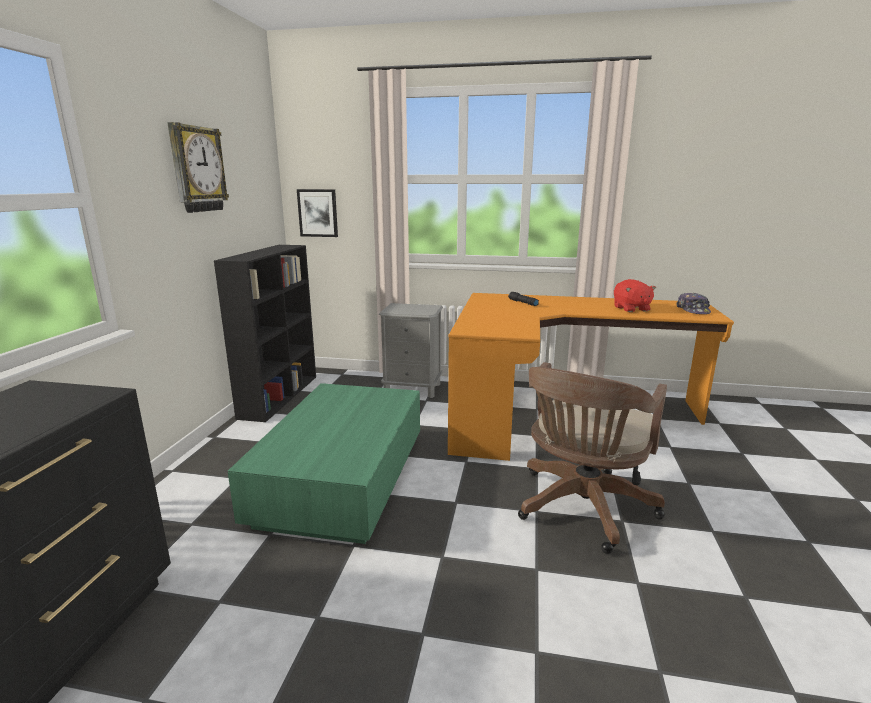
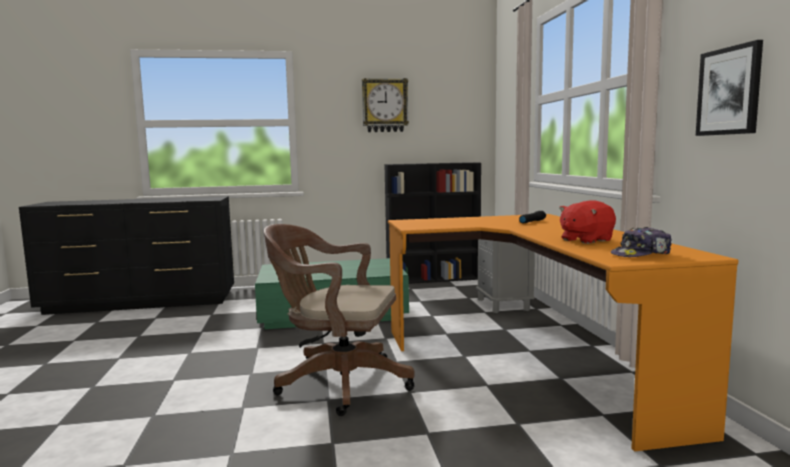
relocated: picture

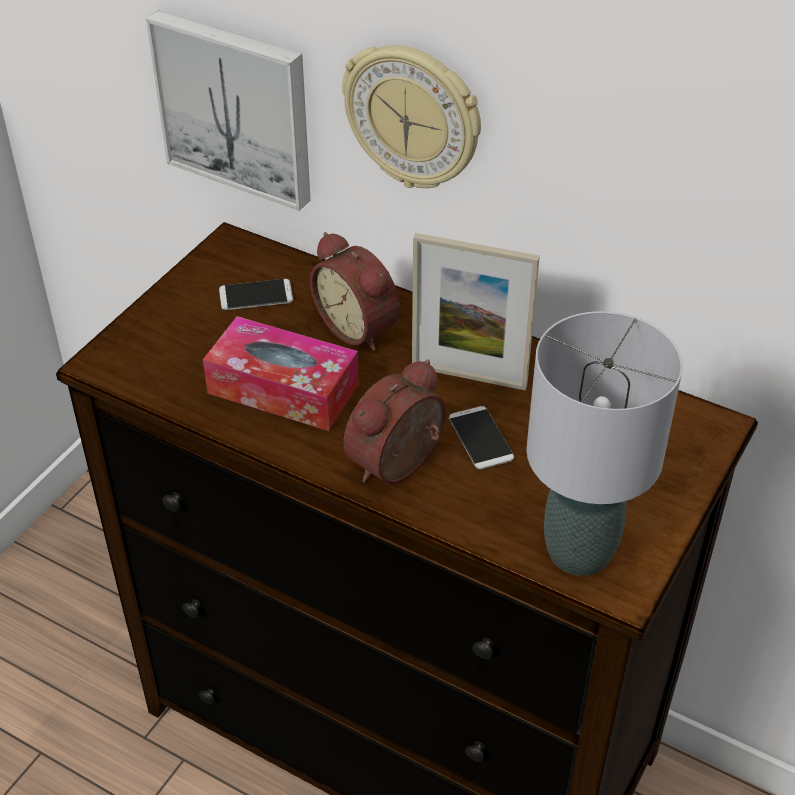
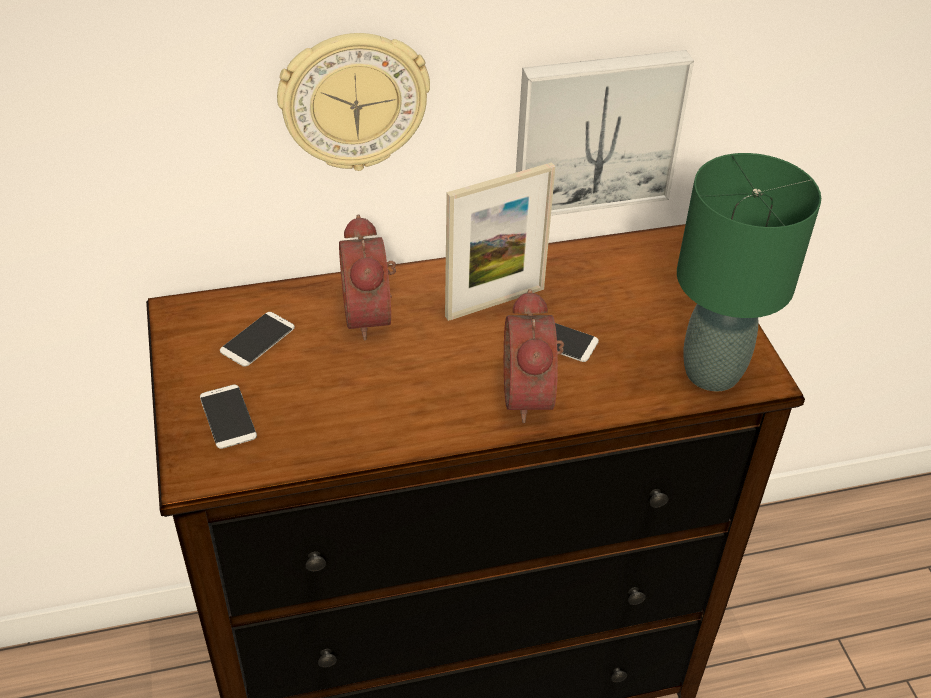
missing: box of tissues
appeared: handset (no. 1 from left)
relocated: picture
colour: table lamp (grey) to table lamp (green)
spun: table clock (no. 1 from left) 75 degrees clockwise

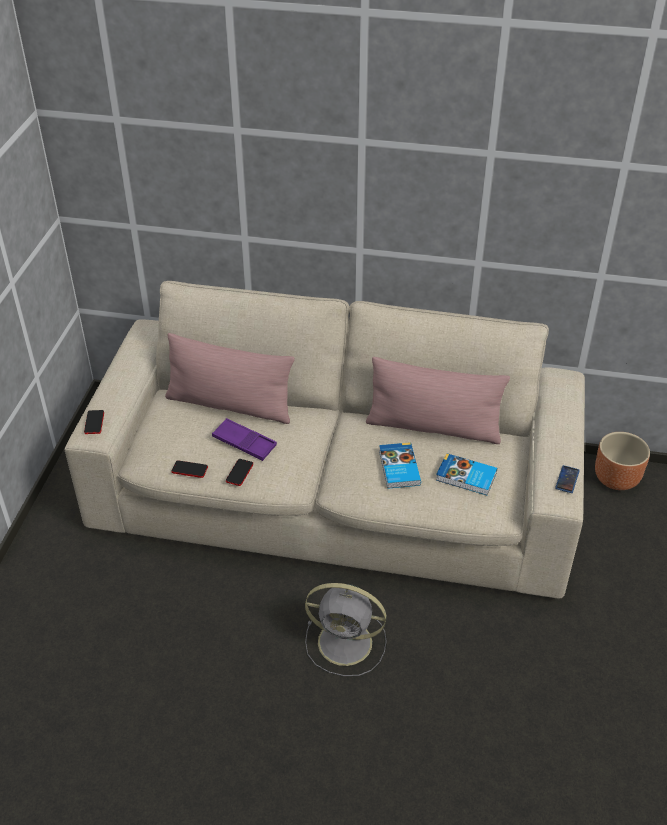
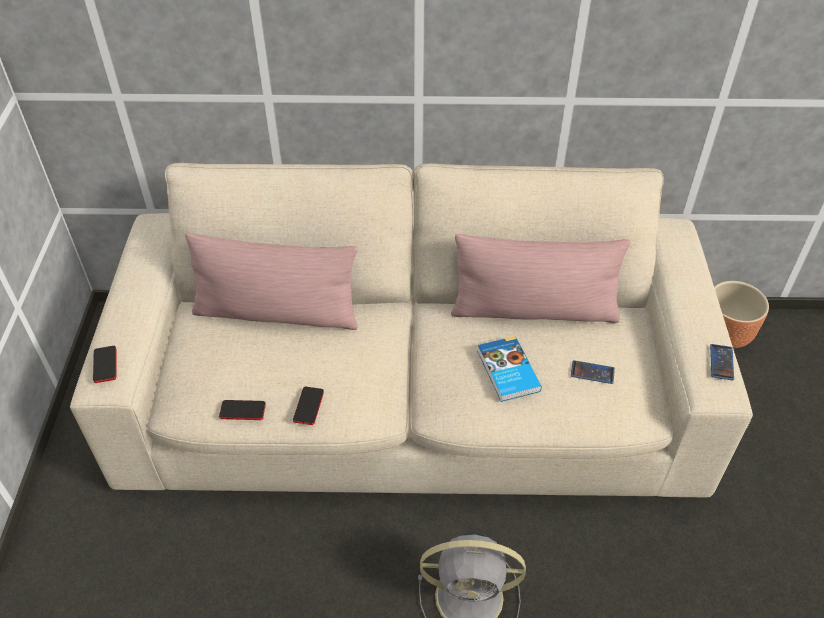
missing: serving tray (purple-coloured)
exchanged: volume (no. 2 from left) to handset (no. 4 from left)

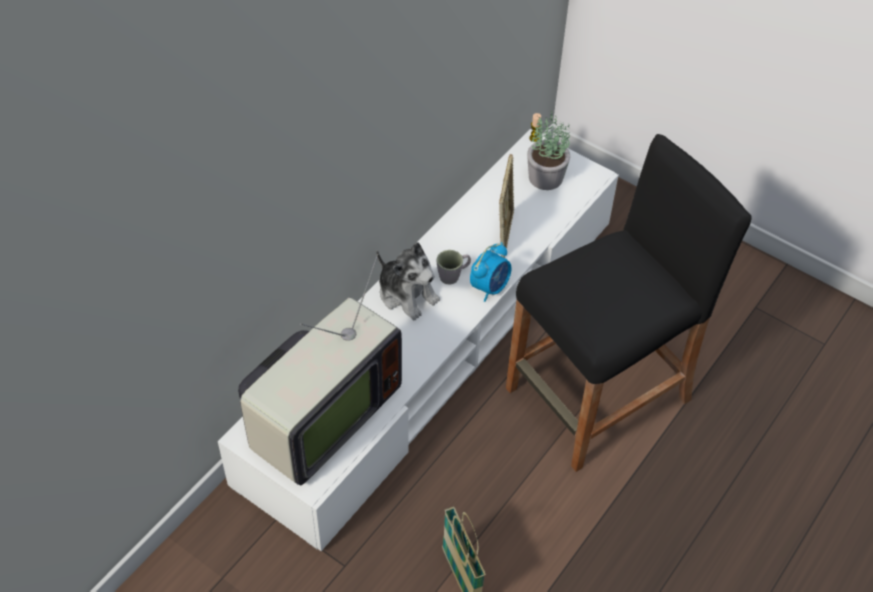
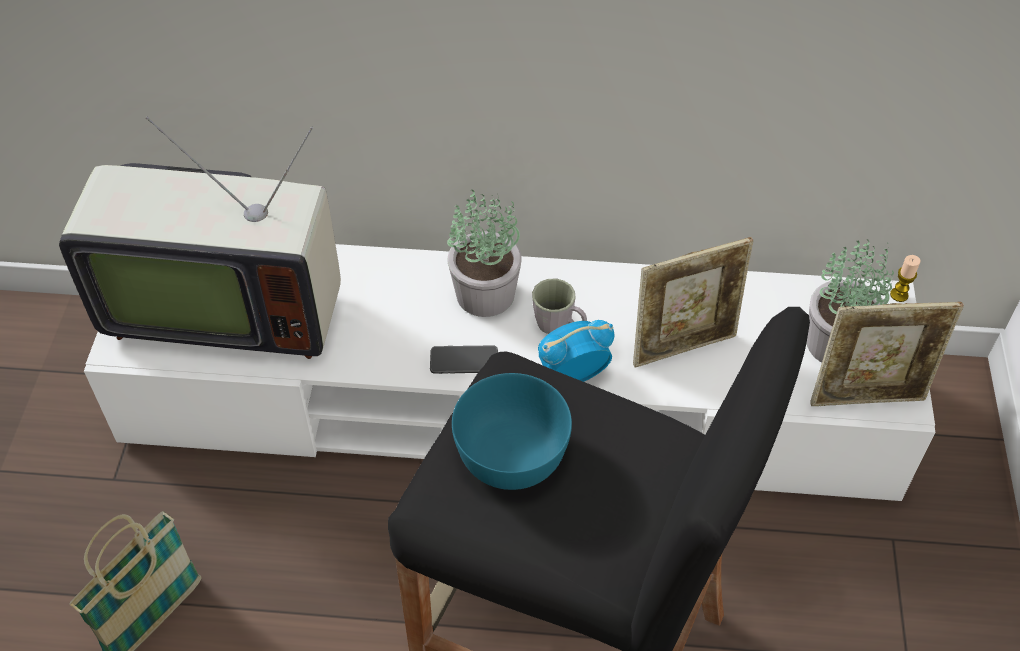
appeared: standing frame (no. 2 from left); handset; deep dish (turquoise-coloured)
exchanged: cuddly toy to potted plant (no. 1 from left)
spun: table clock 150 degrees clockwise

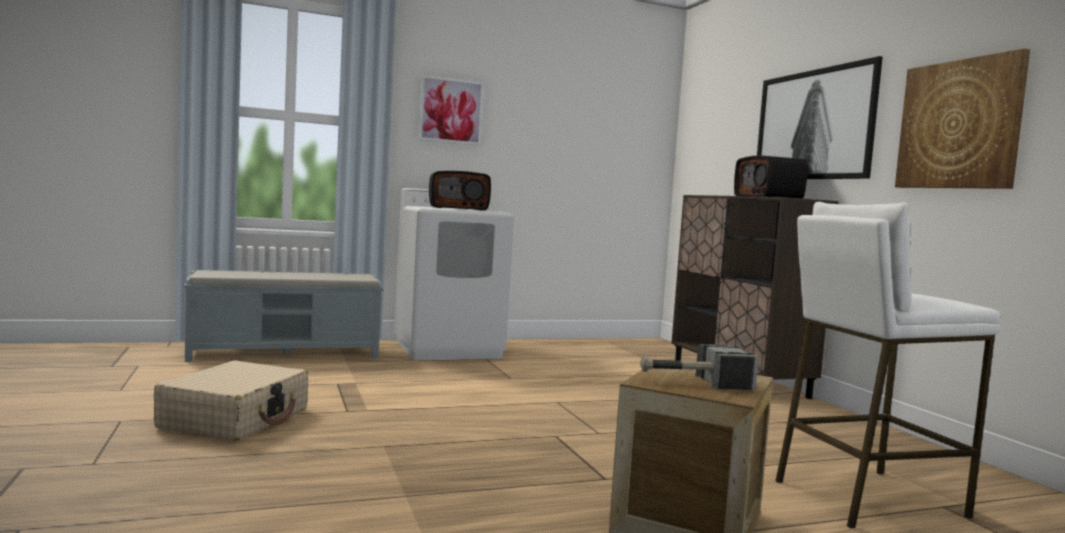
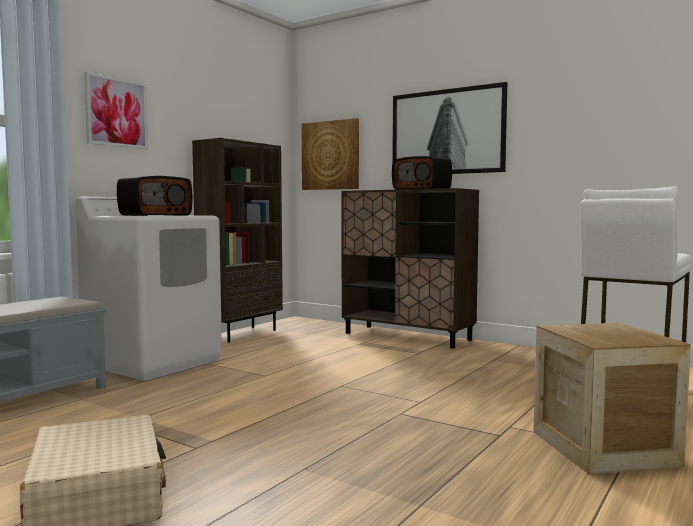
missing: hand hammer
appeared: bookcase (brown-coloured)
relocated: picture (no. 3 from left in the first image) to picture (no. 2 from left)

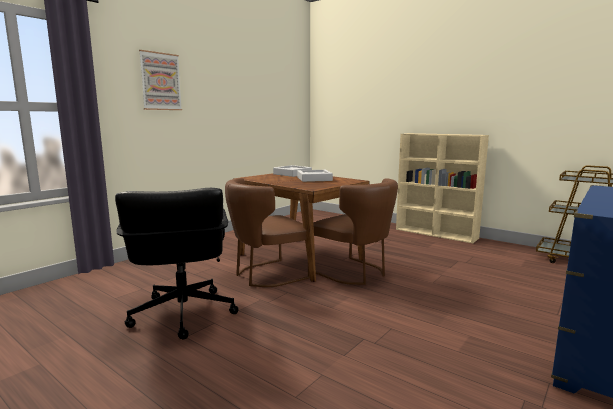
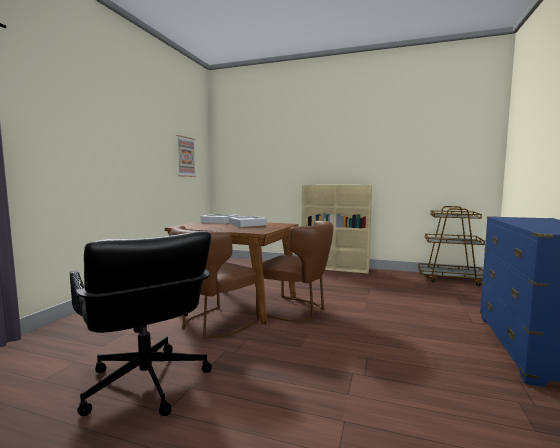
relocated: picture

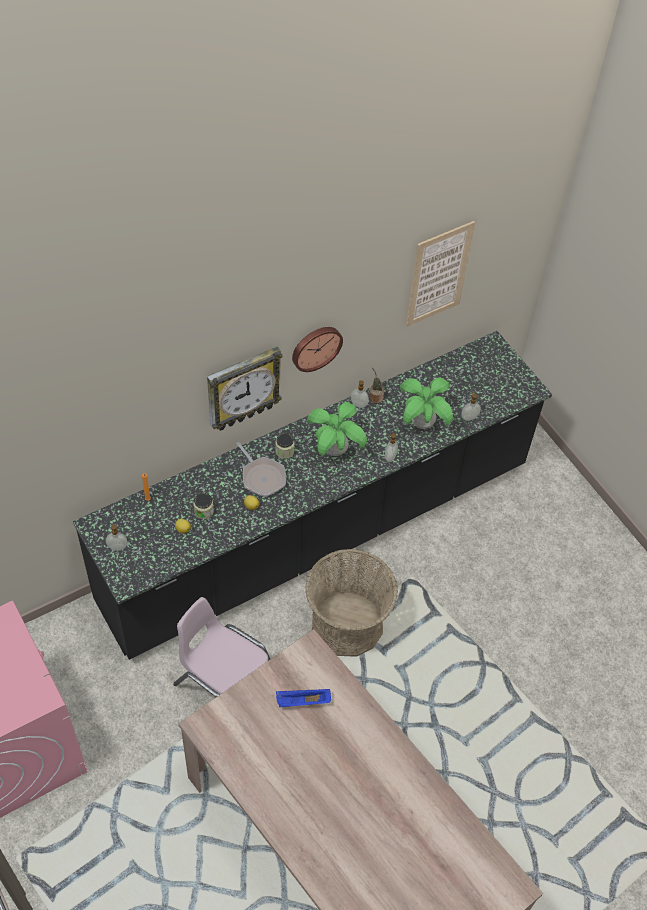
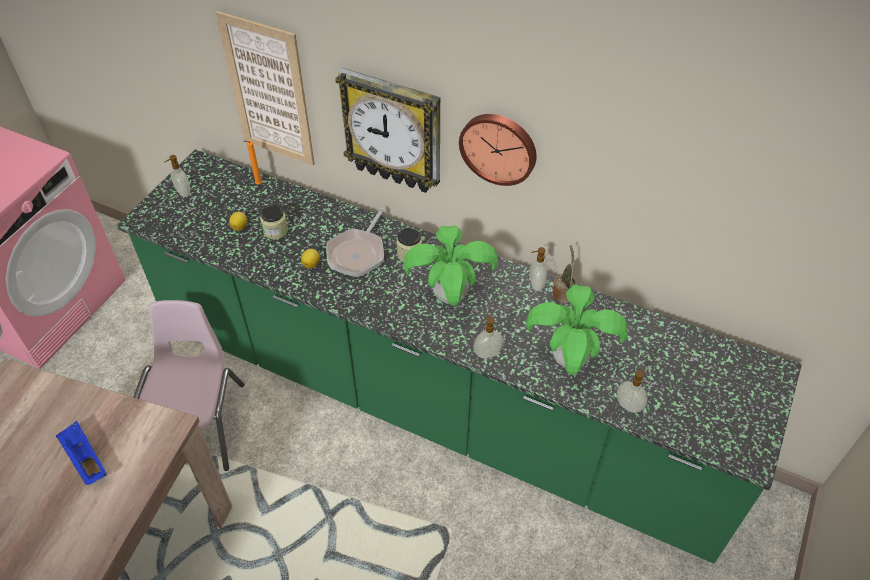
missing: storage basket
relocated: picture
colour: kitchen base unit (black-coloured) to kitchen base unit (green)

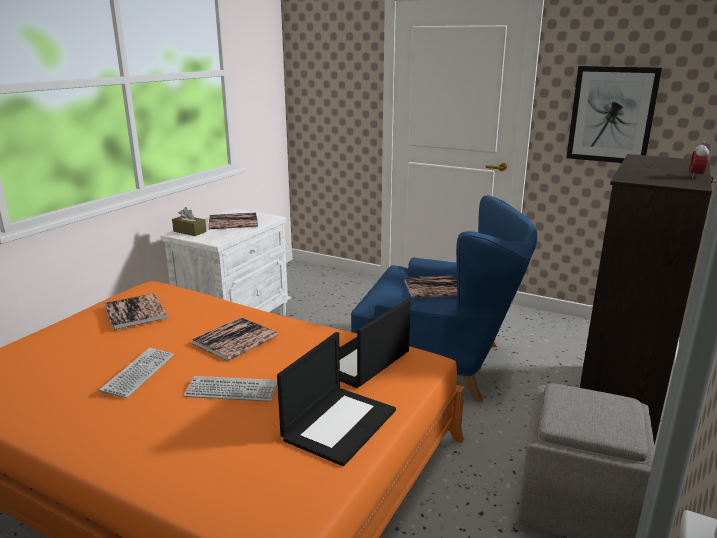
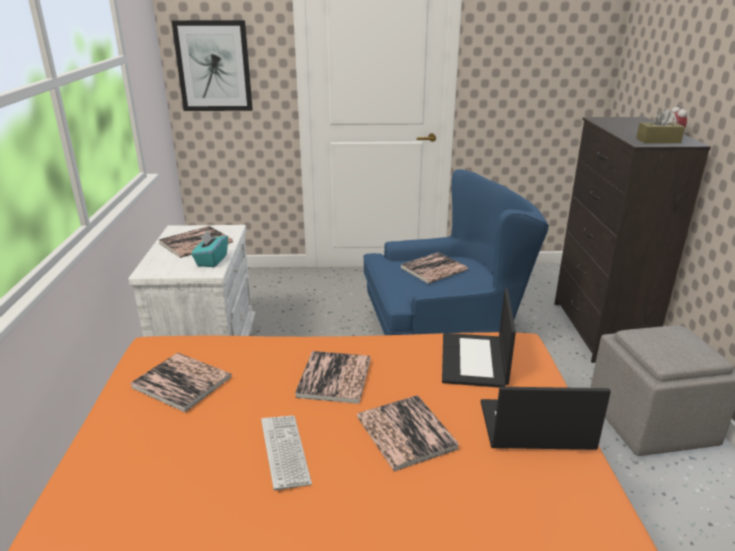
appeared: box of tissues (turquoise-coloured)
relocated: picture; box of tissues (brown-coloured)
exchanged: keyboard (no. 2 from left) to volume (no. 4 from left)
spun: notebook computer (no. 1 from left in the first image) 90 degrees counterclockwise

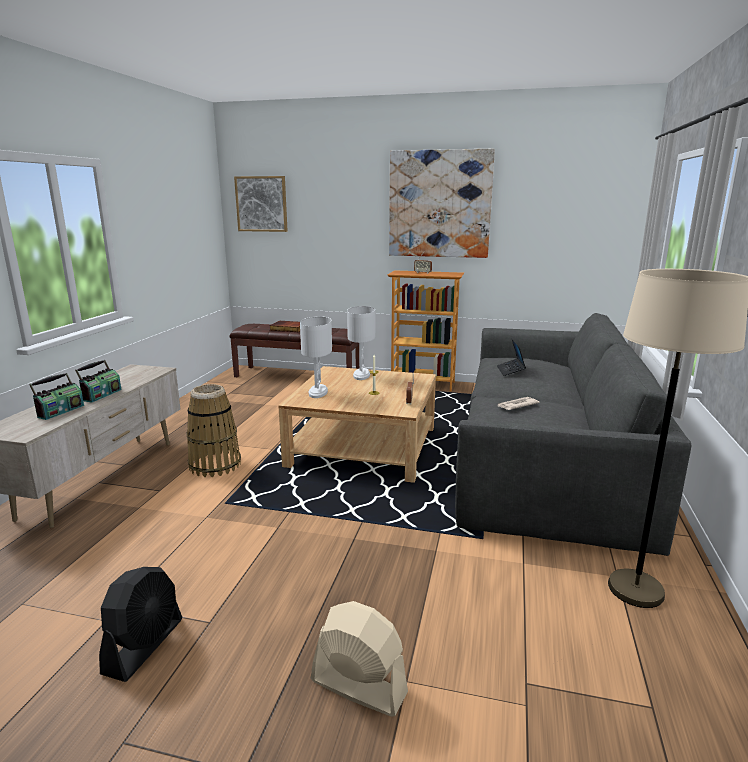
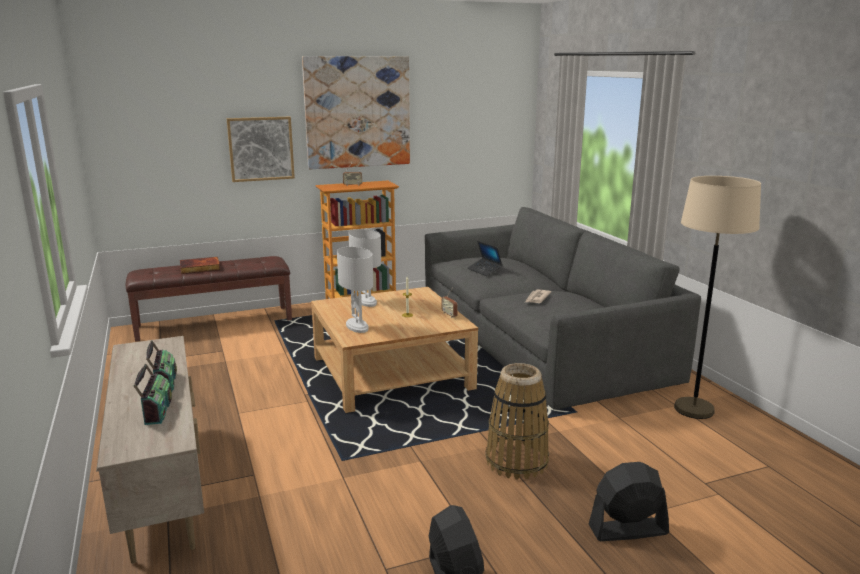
relocated: picture (no. 1 from left); storage basket
colour: cooling fan (beige) to cooling fan (black-coloured) (no. 2 from left)

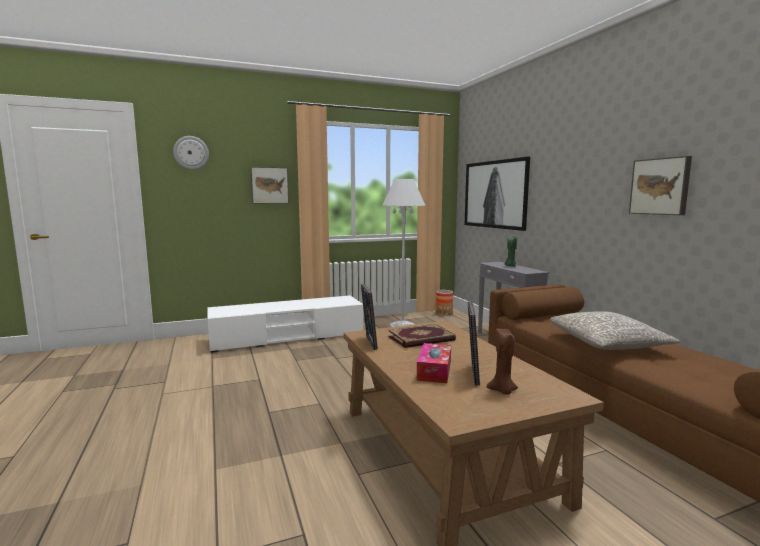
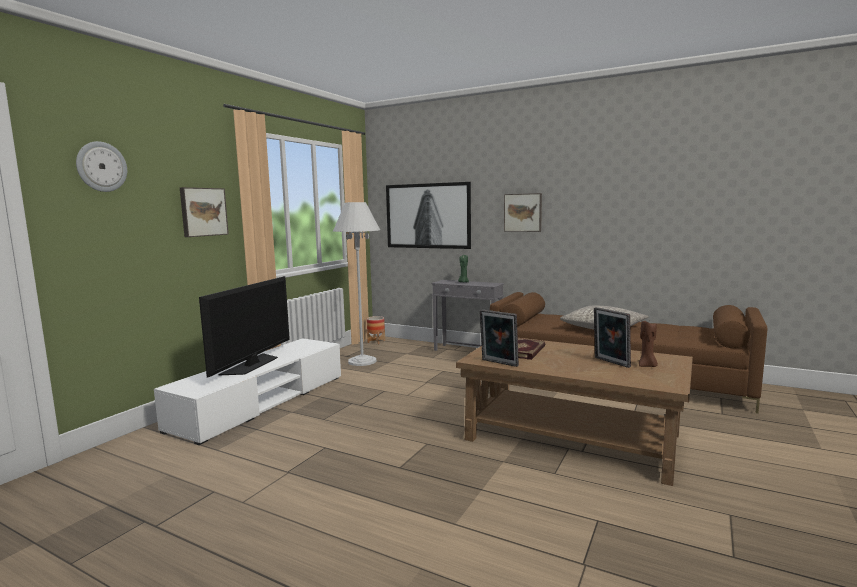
missing: box of tissues
appeared: television
relocated: picture (no. 3 from left)

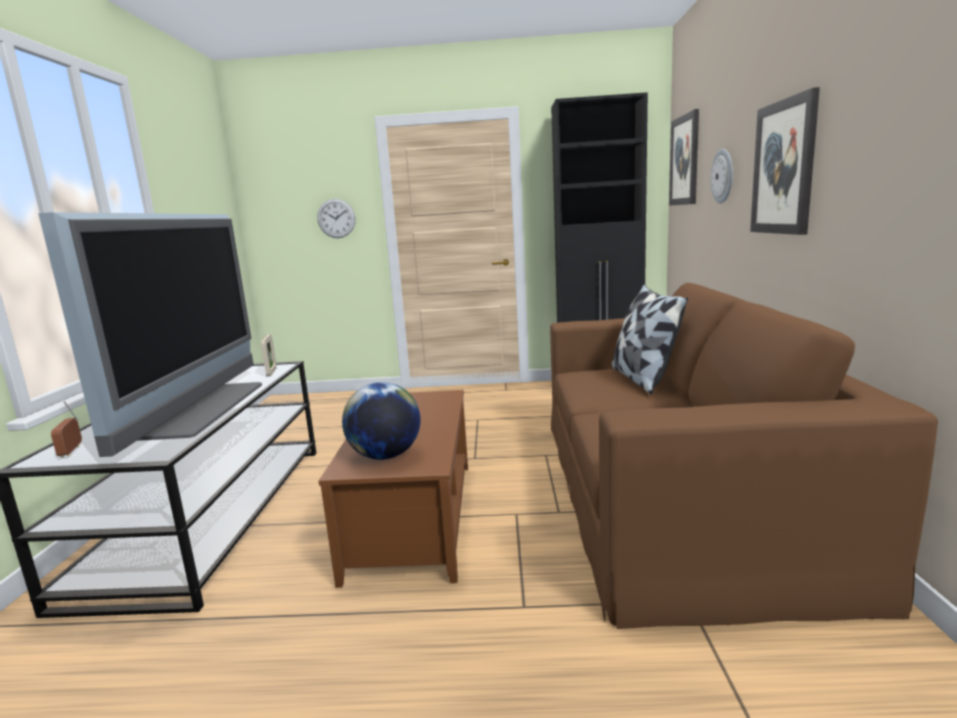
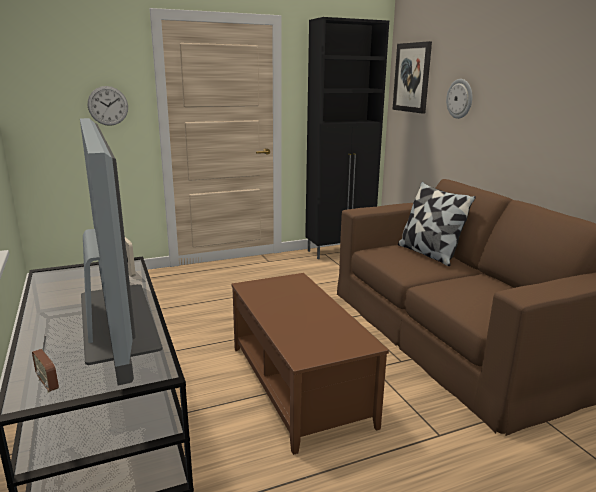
missing: picture (no. 2 from left); globe

